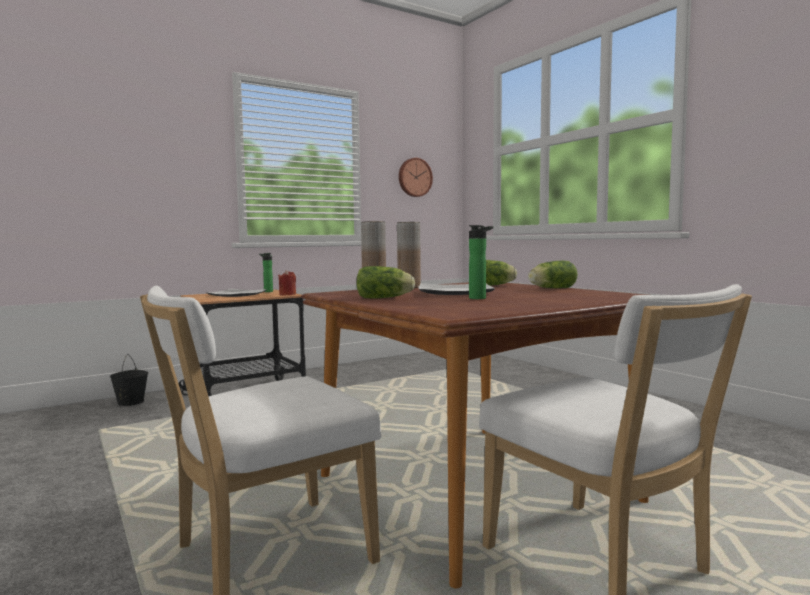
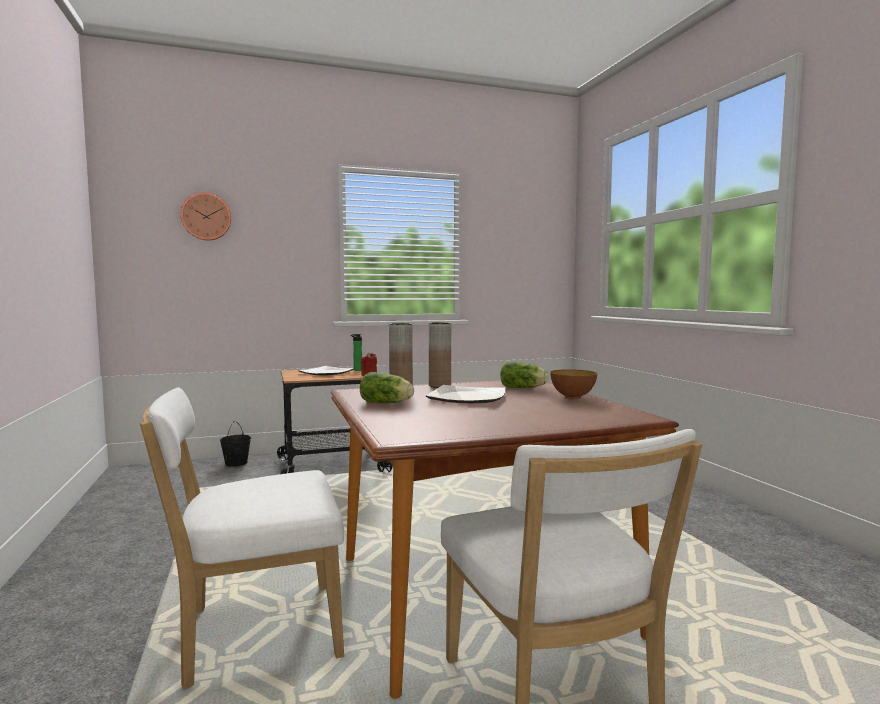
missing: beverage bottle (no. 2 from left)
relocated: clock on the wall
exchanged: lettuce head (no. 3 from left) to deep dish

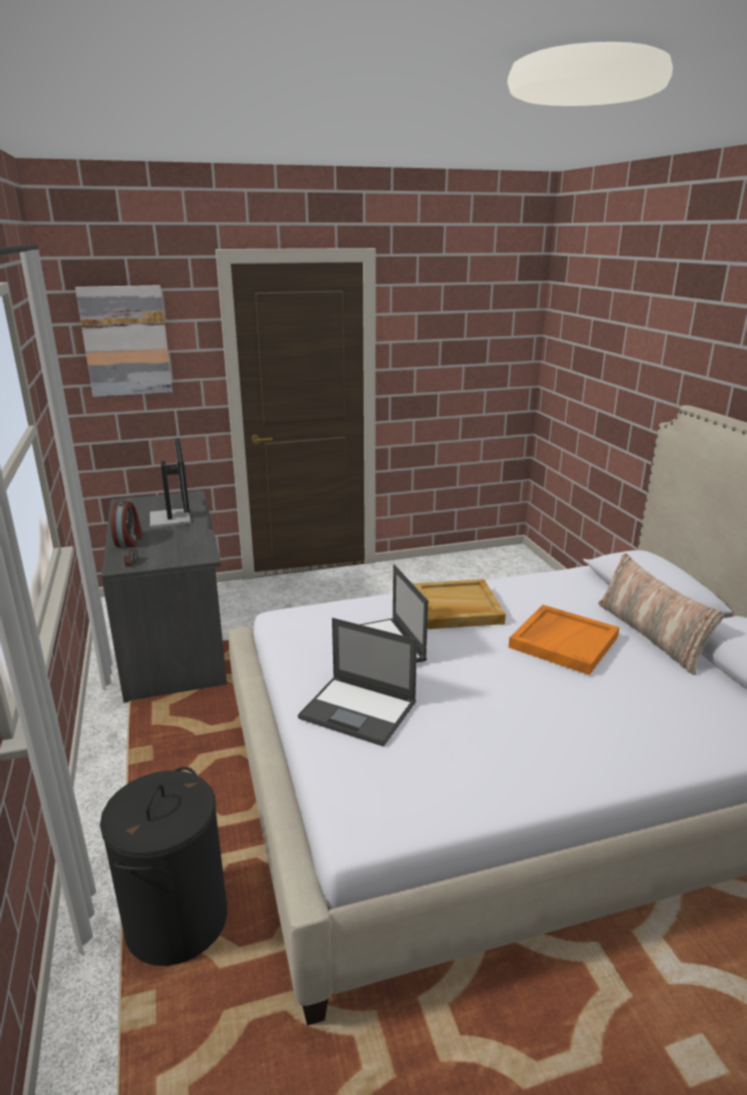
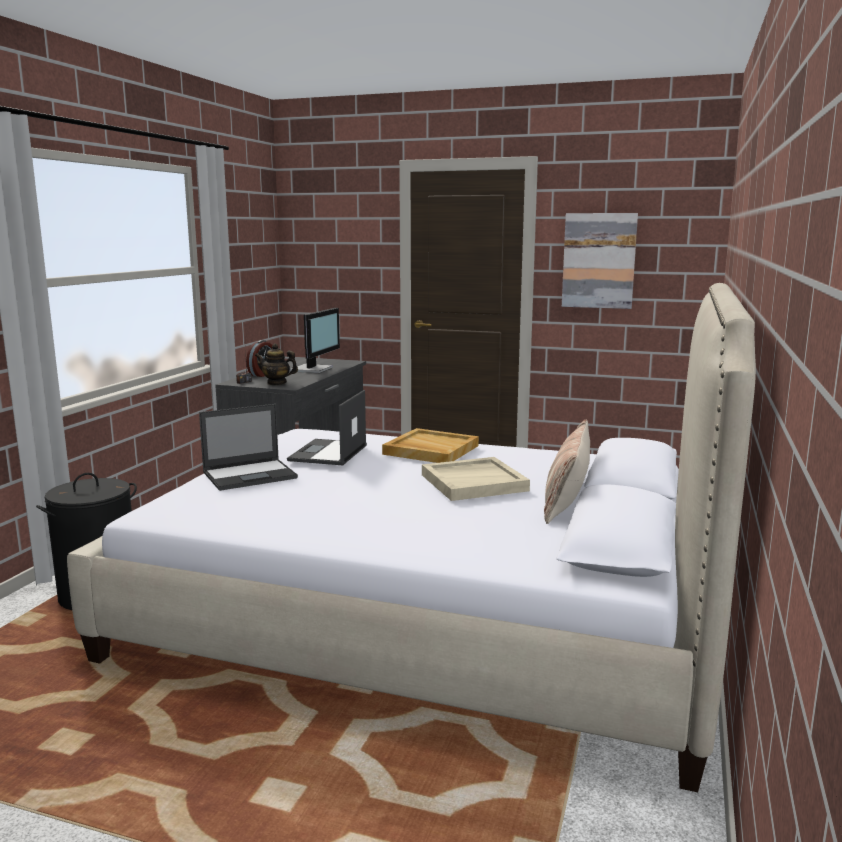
appeared: tea pot
relocated: picture
colour: serving tray (orange-coloured) to serving tray (beige) (no. 2 from left)
spun: notebook computer (no. 1 from left) 90 degrees counterclockwise

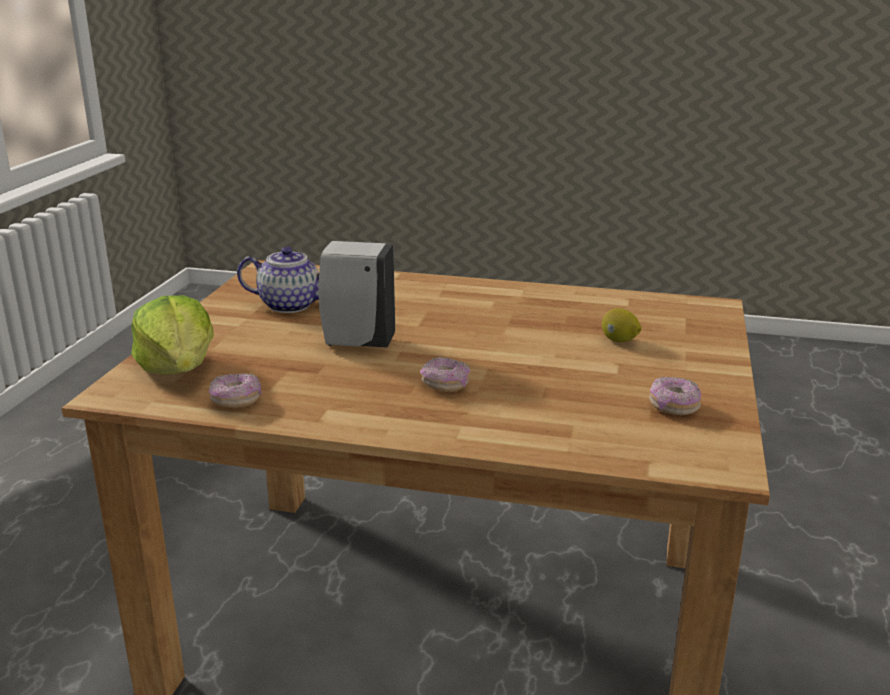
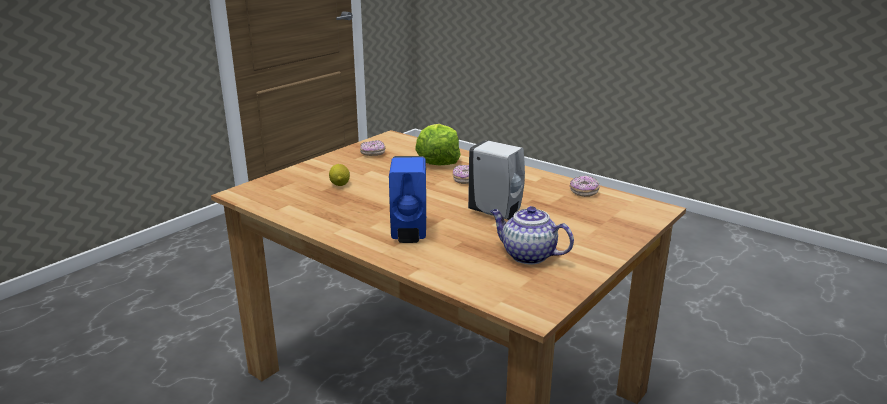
appeared: liquid soap bottle (blue)
relocated: lettuce head

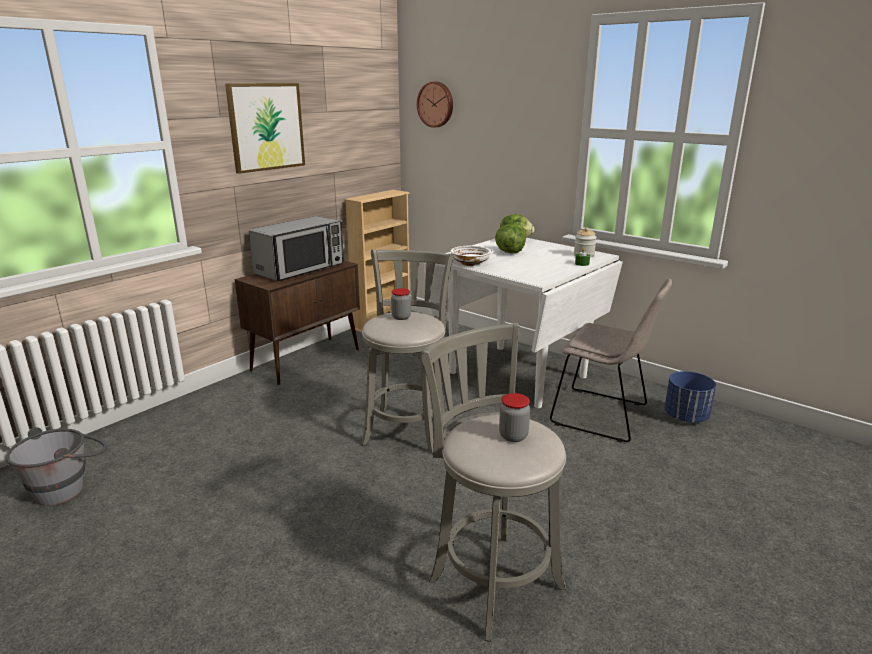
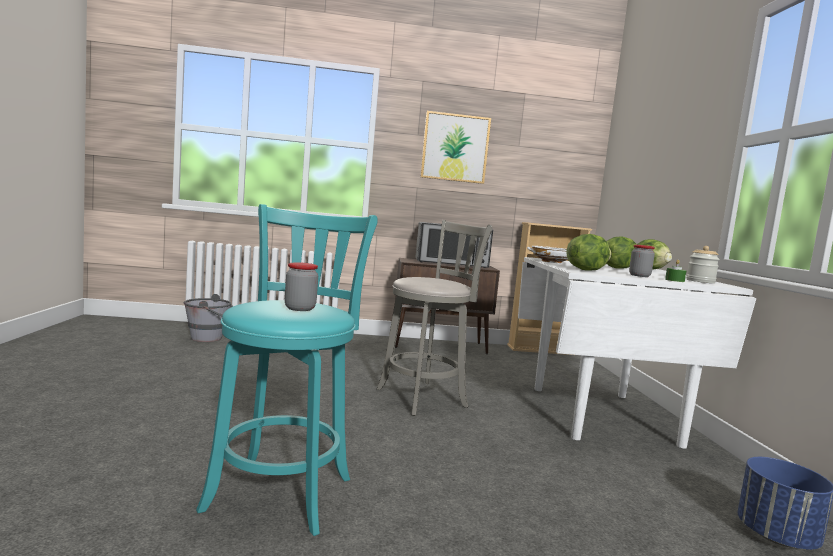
missing: clock on the wall; chair (beige)
appeared: lettuce head (no. 1 from left)
relocated: preserve jar (no. 1 from left in the first image) to preserve jar (no. 2 from left)
colour: sitting stool (grey) (no. 2 from left) to sitting stool (turquoise-coloured)

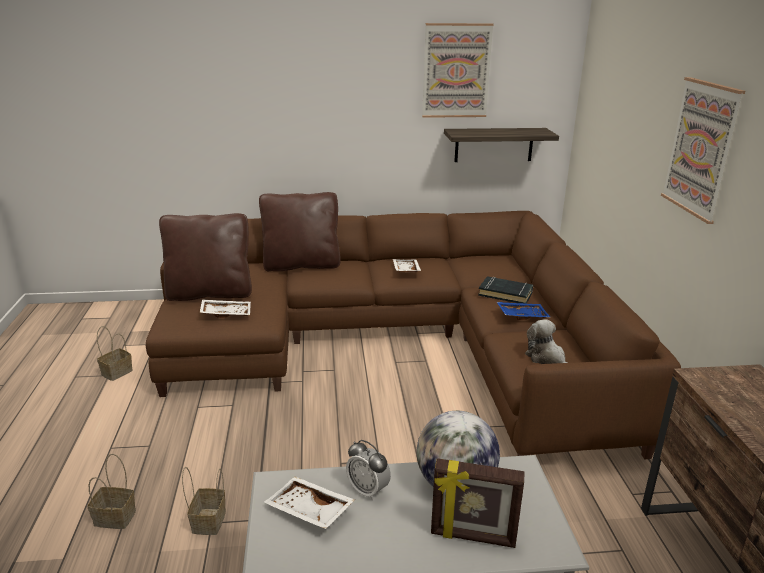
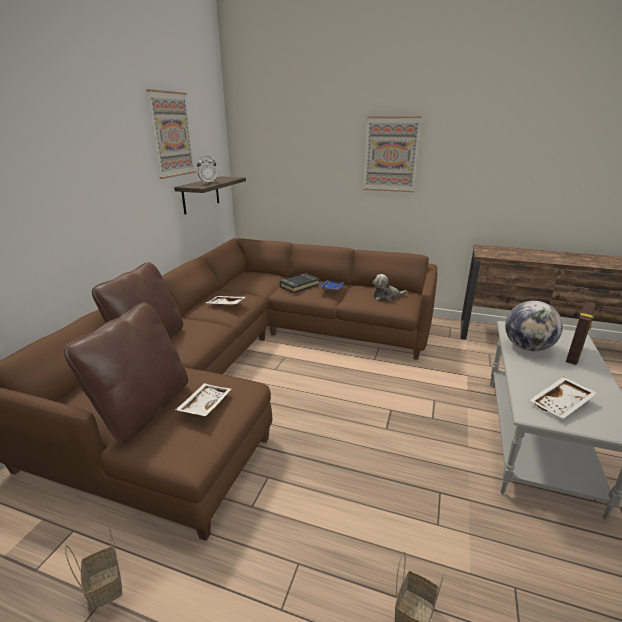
missing: storage basket (no. 3 from left)
relocated: table clock

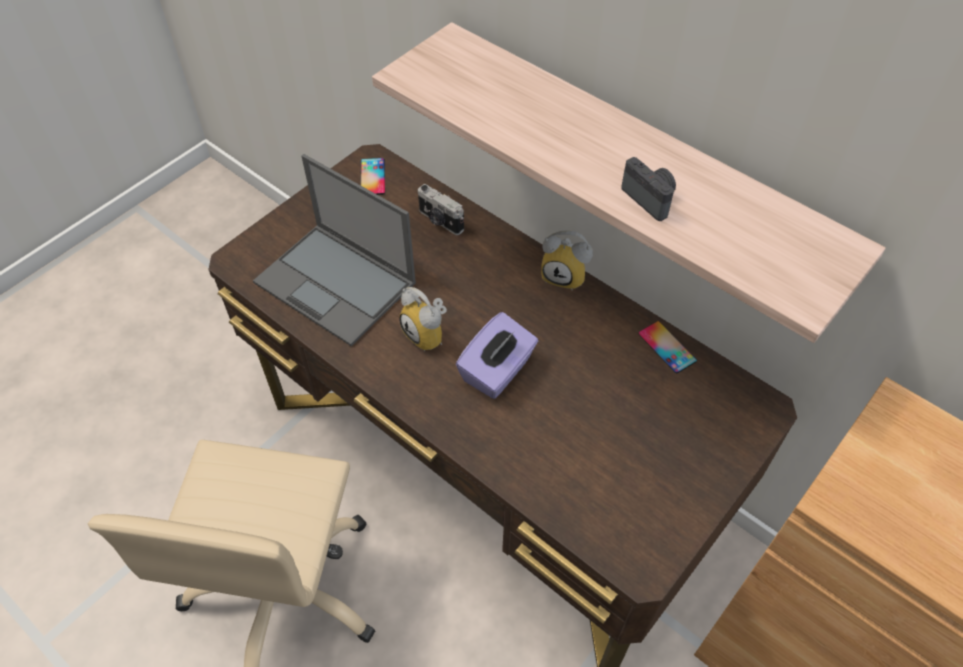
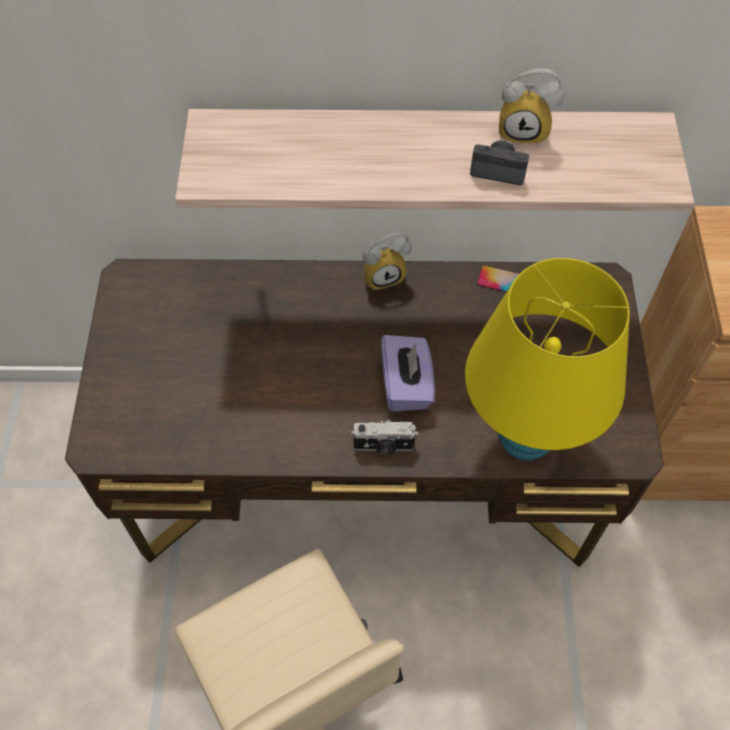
missing: notebook computer; handset (no. 1 from left)
appeared: table lamp (yellow)
relocated: still camera (no. 1 from left); table clock (no. 1 from left in the first image) to table clock (no. 2 from left)

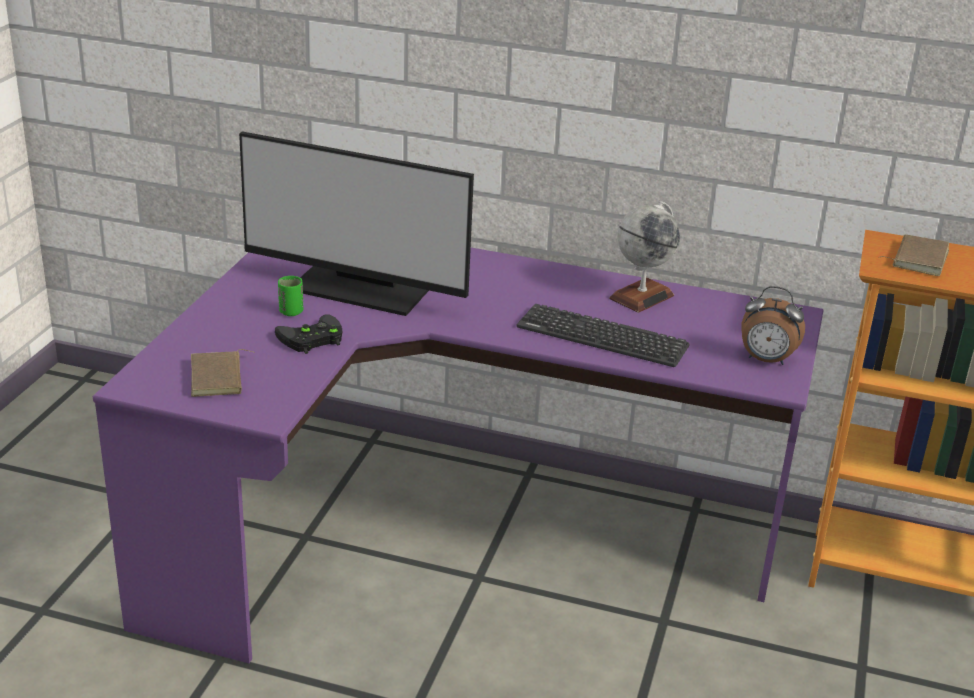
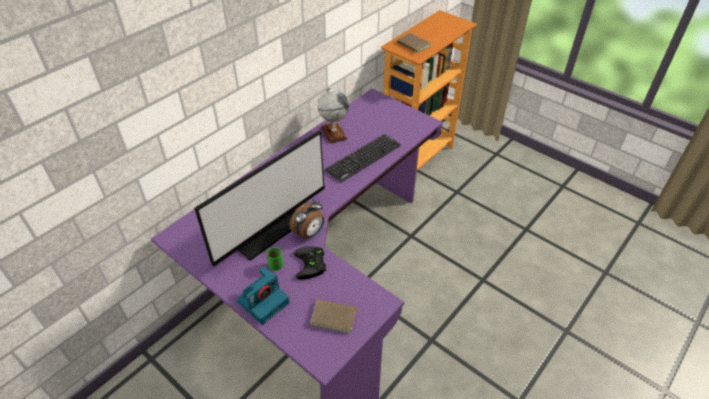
appeared: still camera
relocated: table clock

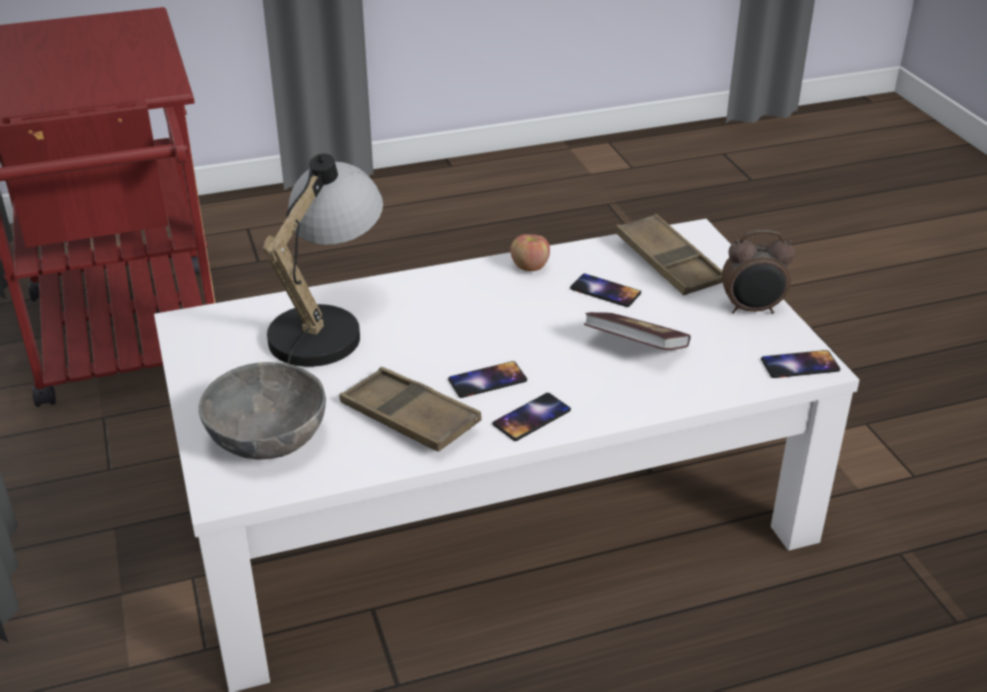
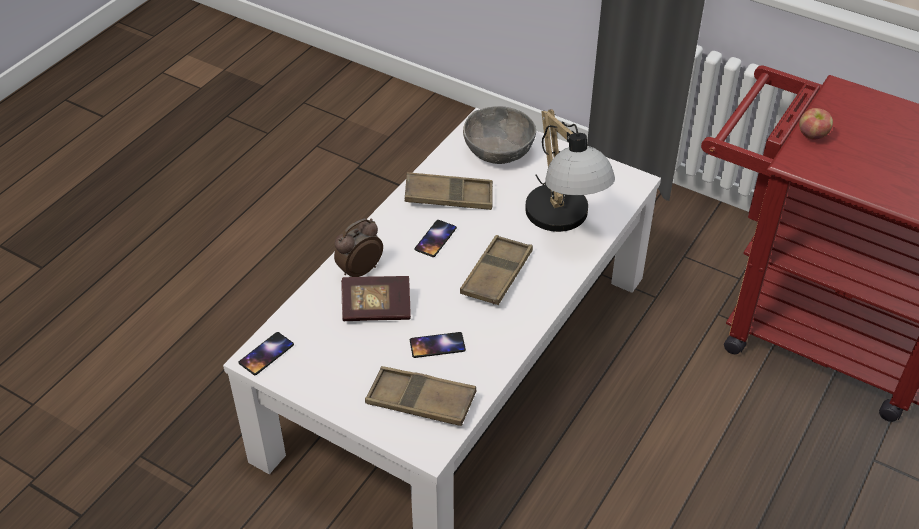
missing: handset (no. 2 from left)
appeared: serving tray (brown-coloured) (no. 3 from left)
relocated: table clock; apple fruit

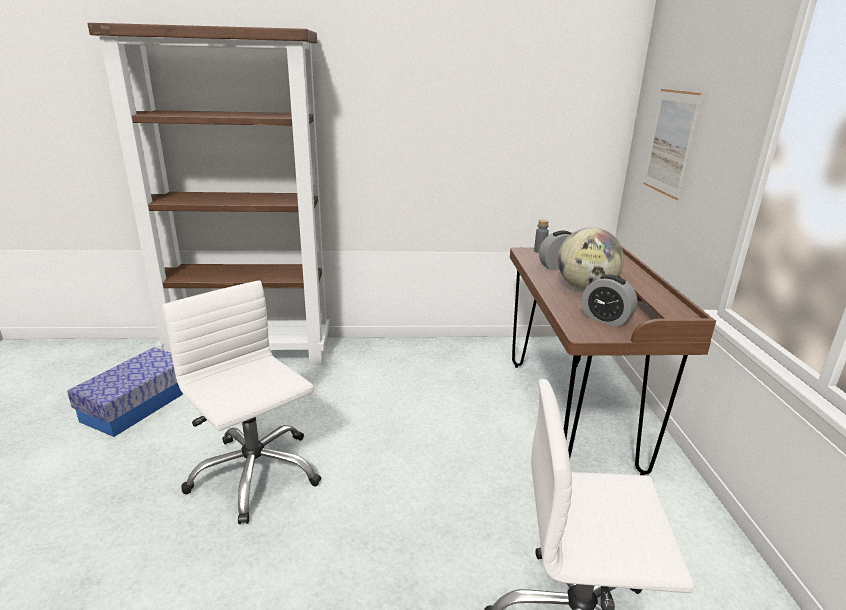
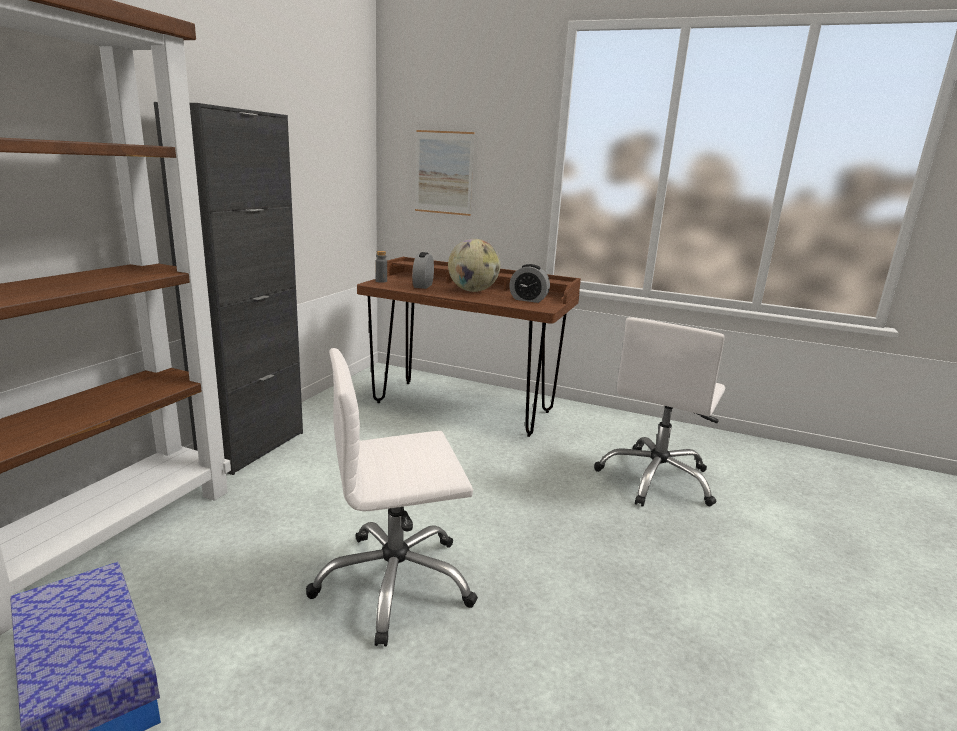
appeared: cupboard (black-coloured)
spun: table clock (no. 2 from left) 45 degrees clockwise

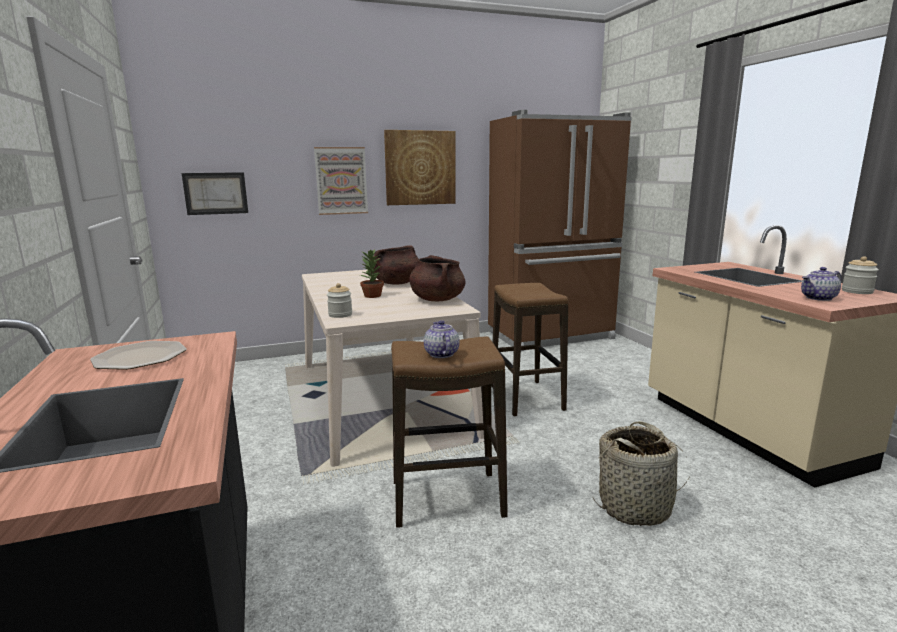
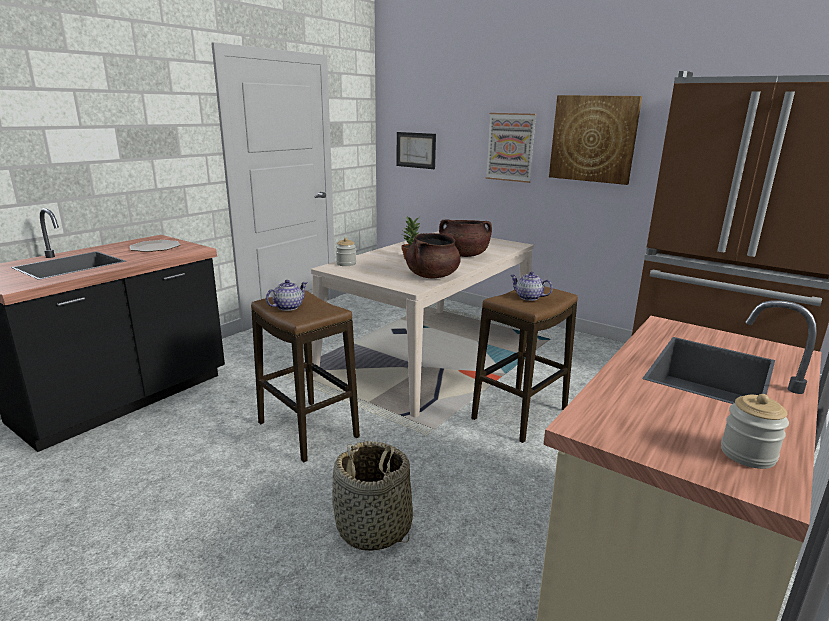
relocated: tea pot (no. 2 from left)

